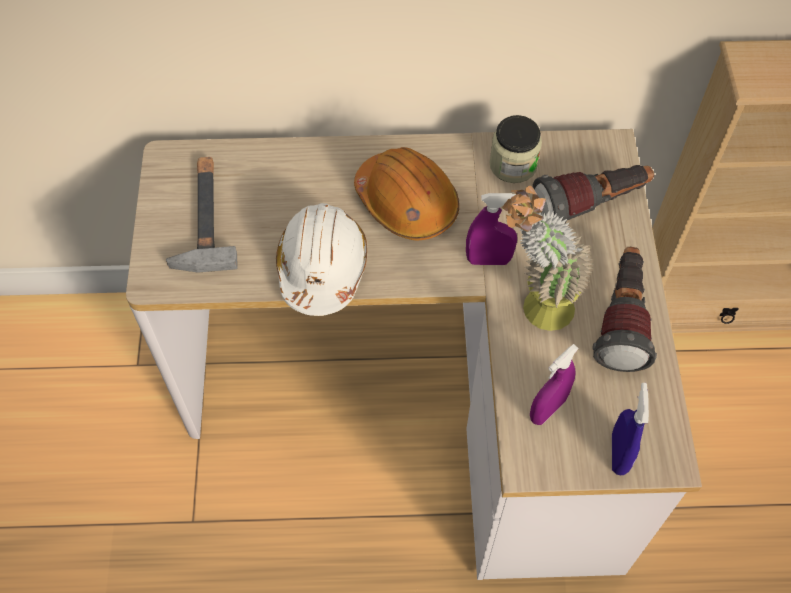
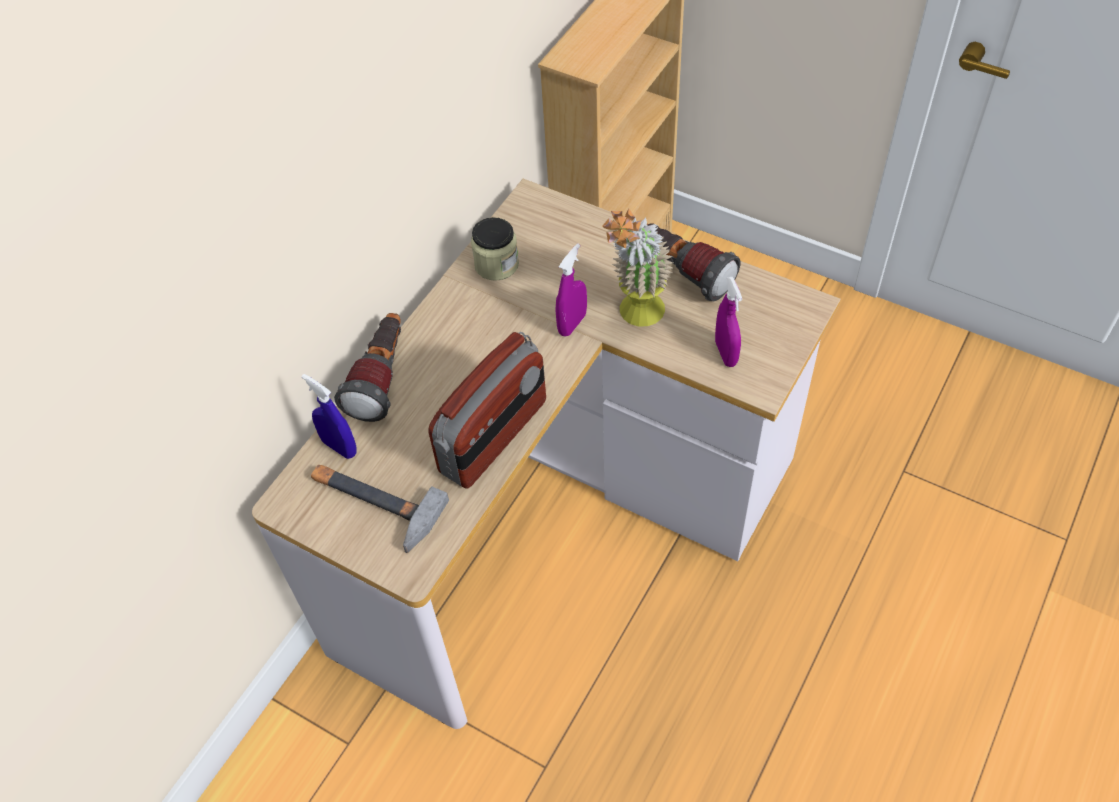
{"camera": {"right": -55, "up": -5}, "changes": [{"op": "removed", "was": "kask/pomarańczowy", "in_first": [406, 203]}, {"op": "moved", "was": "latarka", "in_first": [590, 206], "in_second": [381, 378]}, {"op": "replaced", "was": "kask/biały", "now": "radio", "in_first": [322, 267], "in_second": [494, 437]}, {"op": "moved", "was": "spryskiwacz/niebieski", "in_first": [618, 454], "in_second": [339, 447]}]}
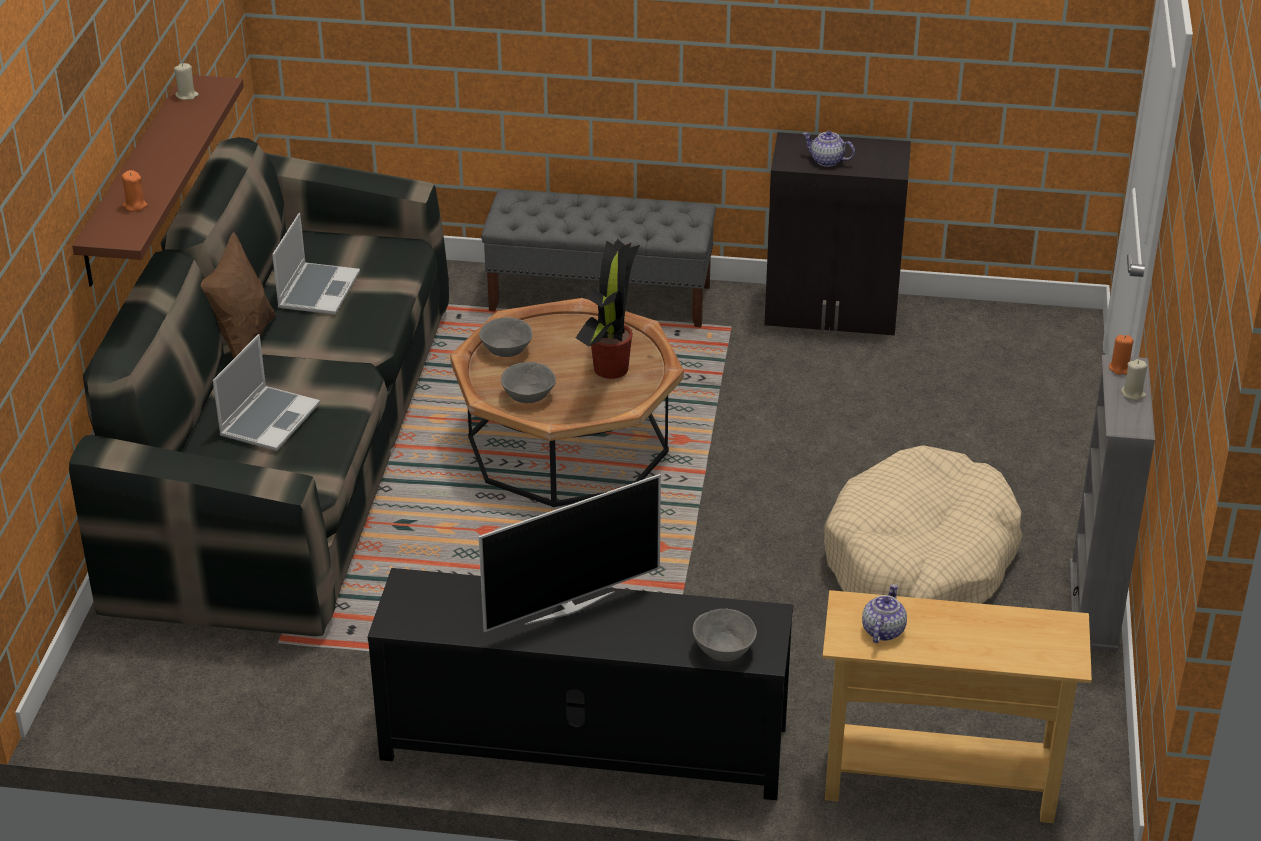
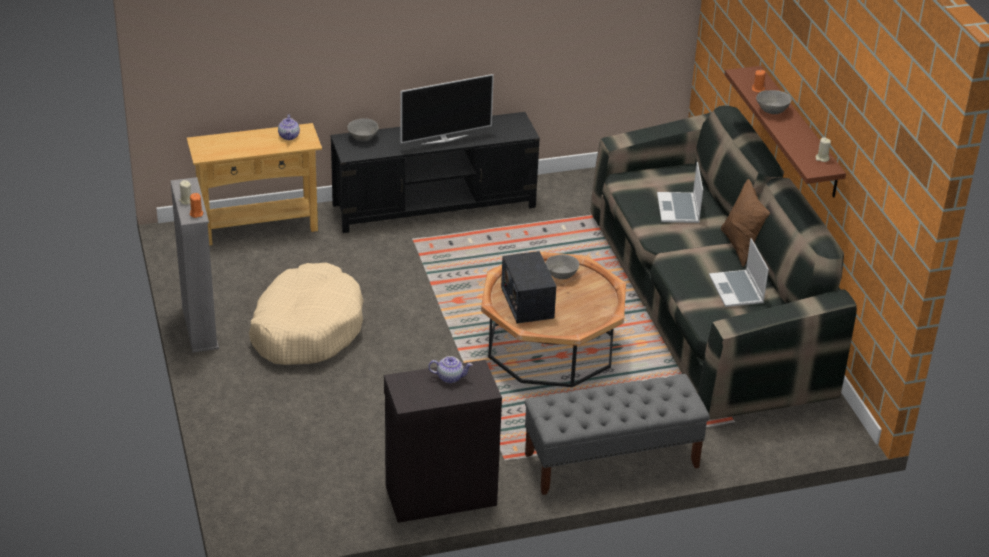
{"camera": {"right": 155, "up": 0}, "changes": [{"op": "replaced", "was": "roślina doniczkowa", "now": "radio", "in_first": [610, 370], "in_second": [527, 302]}, {"op": "moved", "was": "miska/szary", "in_first": [505, 351], "in_second": [772, 110]}, {"op": "turned", "was": "telewizor", "in_first": [569, 607], "in_second": [444, 139], "clockwise": -150}]}
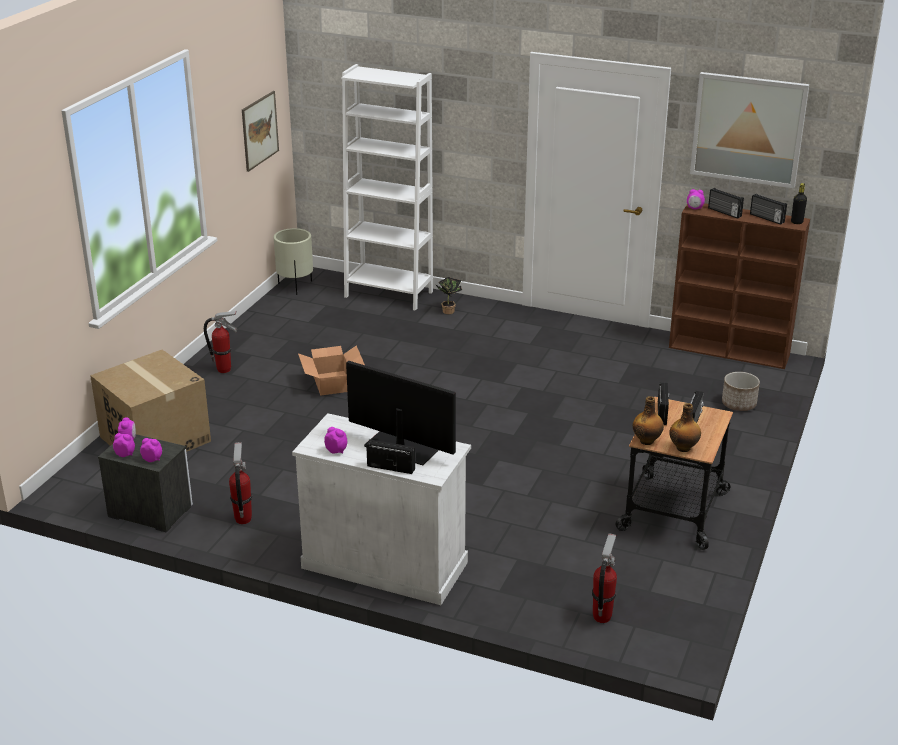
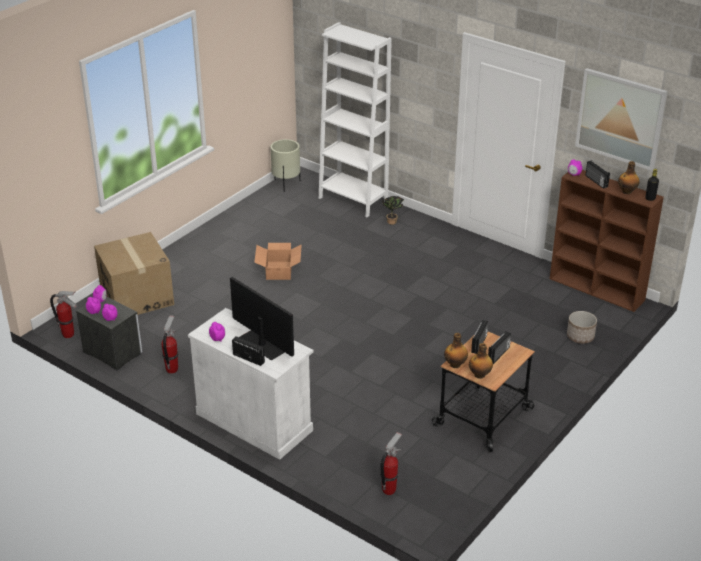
{"camera": {"right": 15, "up": 5}, "changes": [{"op": "removed", "was": "obraz", "in_first": [260, 130]}, {"op": "replaced", "was": "radio", "now": "butelka", "in_first": [766, 218], "in_second": [627, 191]}, {"op": "moved", "was": "gaśnica", "in_first": [224, 370], "in_second": [69, 335]}]}
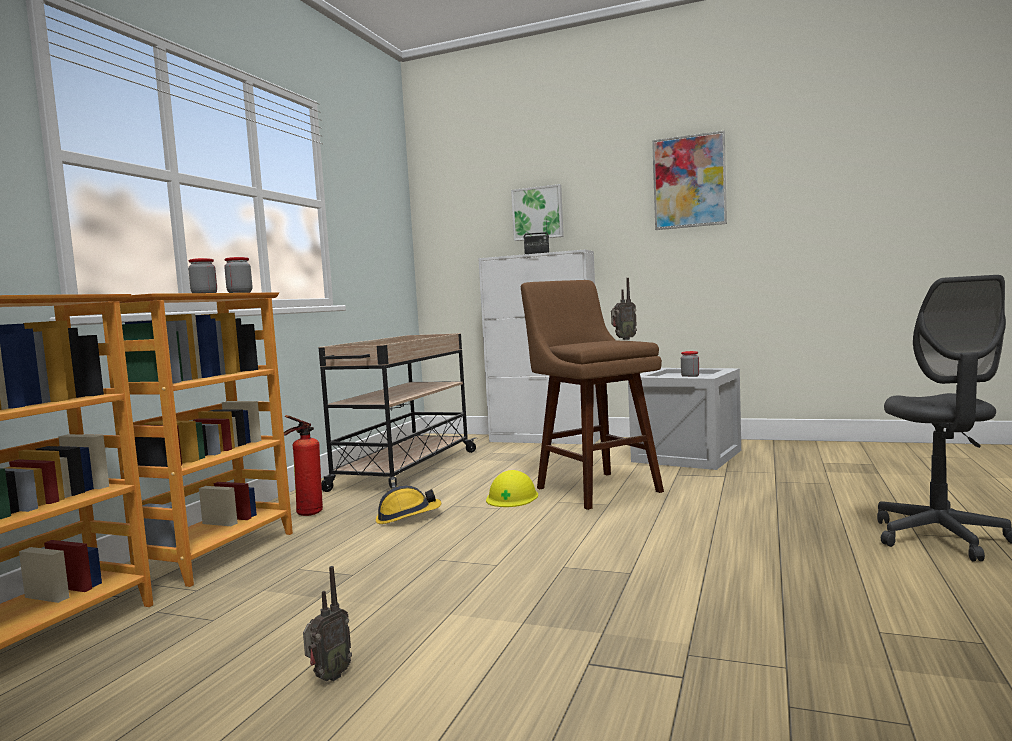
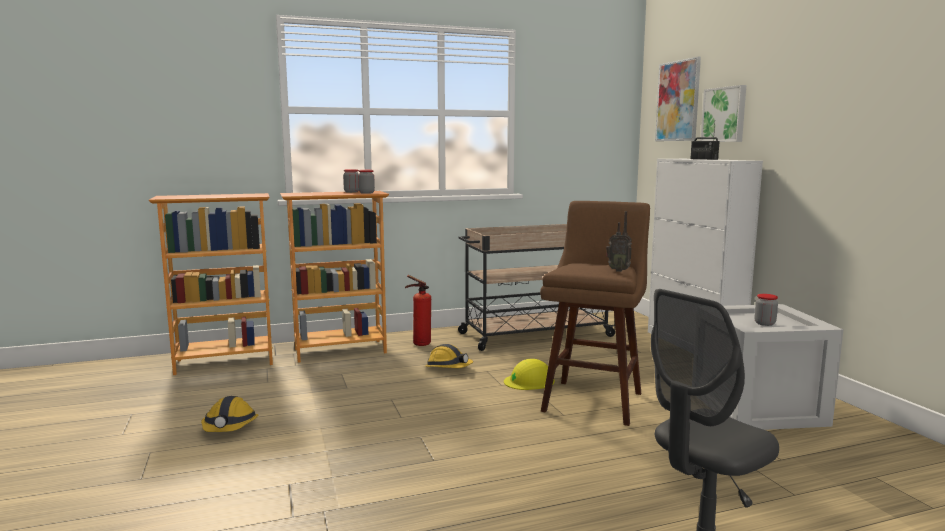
{"camera": {"right": 50, "up": 5}, "changes": [{"op": "moved", "was": "obraz", "in_first": [689, 182], "in_second": [678, 101]}, {"op": "replaced", "was": "radio", "now": "kask", "in_first": [328, 677], "in_second": [230, 427]}]}
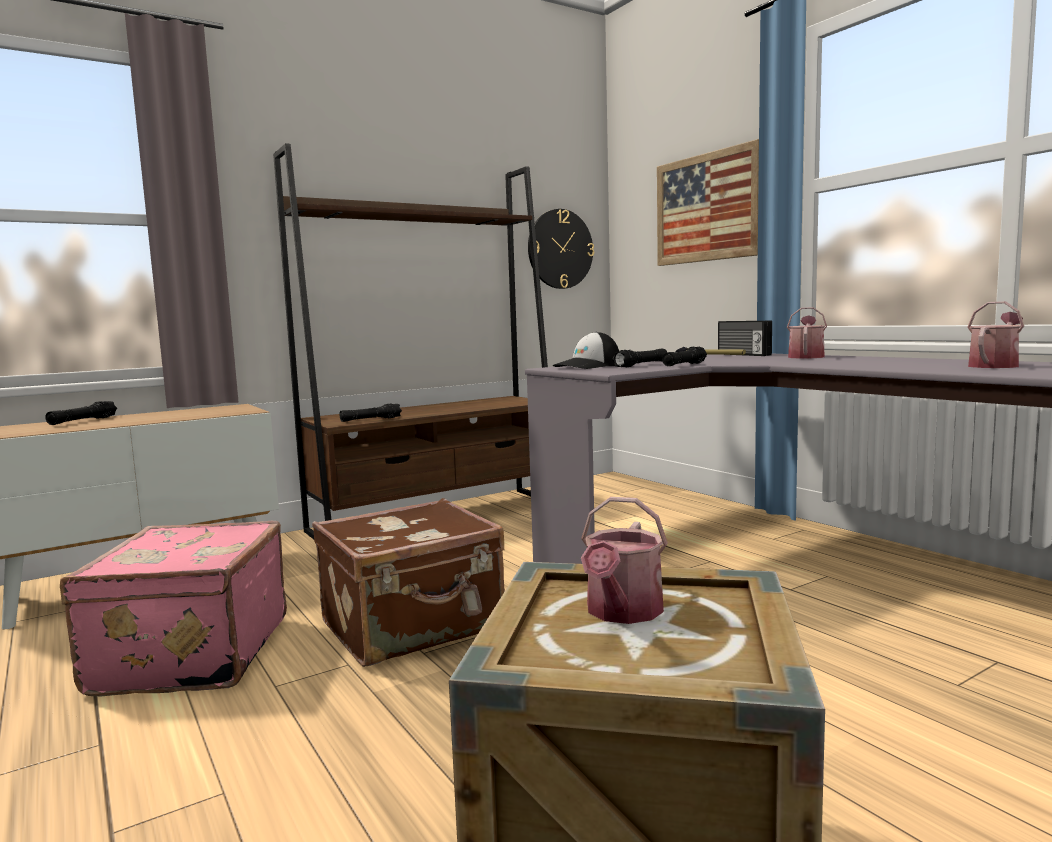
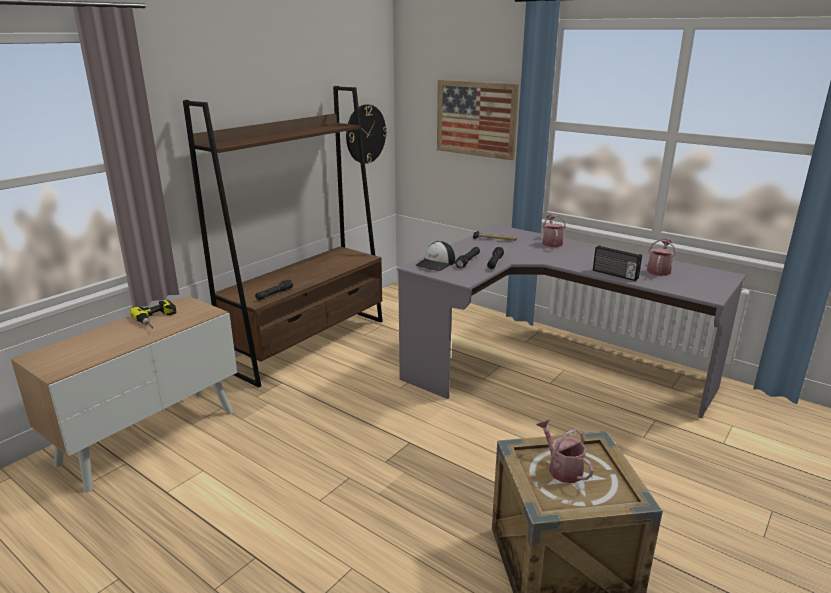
{"camera": {"right": -20, "up": 15}, "changes": [{"op": "moved", "was": "radio", "in_first": [743, 355], "in_second": [614, 274]}, {"op": "removed", "was": "latarka/czarny", "in_first": [82, 421]}, {"op": "turned", "was": "konewka", "in_first": [622, 612], "in_second": [562, 468], "clockwise": 150}, {"op": "removed", "was": "walizka/brązowy", "in_first": [414, 627]}, {"op": "removed", "was": "walizka/różowy", "in_first": [188, 655]}, {"op": "added", "now": "wiertarka", "in_second": [158, 319]}]}
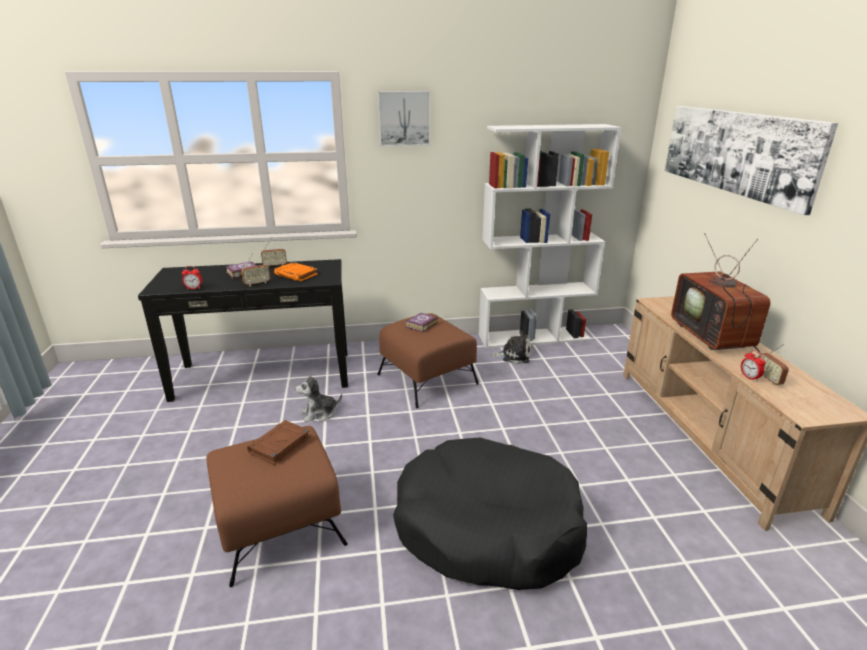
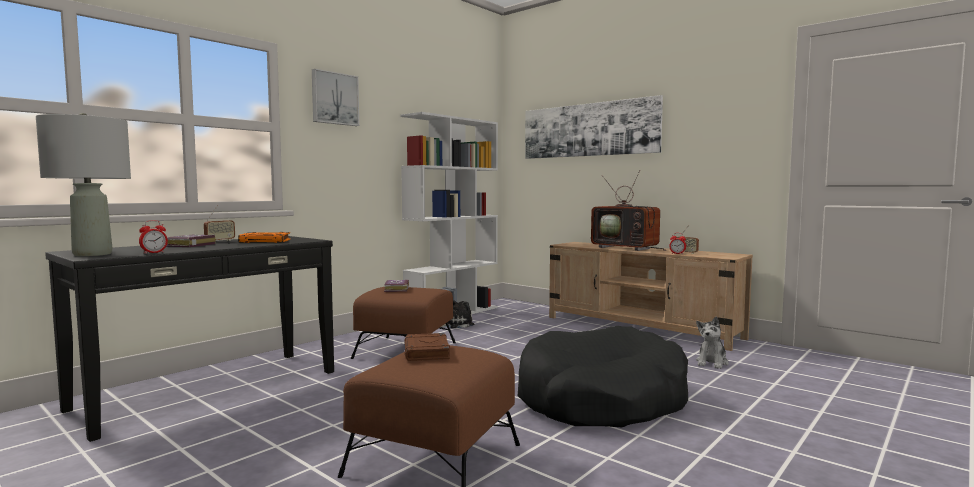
{"camera": {"right": -40, "up": -20}, "changes": [{"op": "removed", "was": "radio", "in_first": [257, 284]}, {"op": "moved", "was": "pluszak", "in_first": [319, 414], "in_second": [712, 362]}, {"op": "added", "now": "lampa stołowa/szary", "in_second": [92, 254]}]}
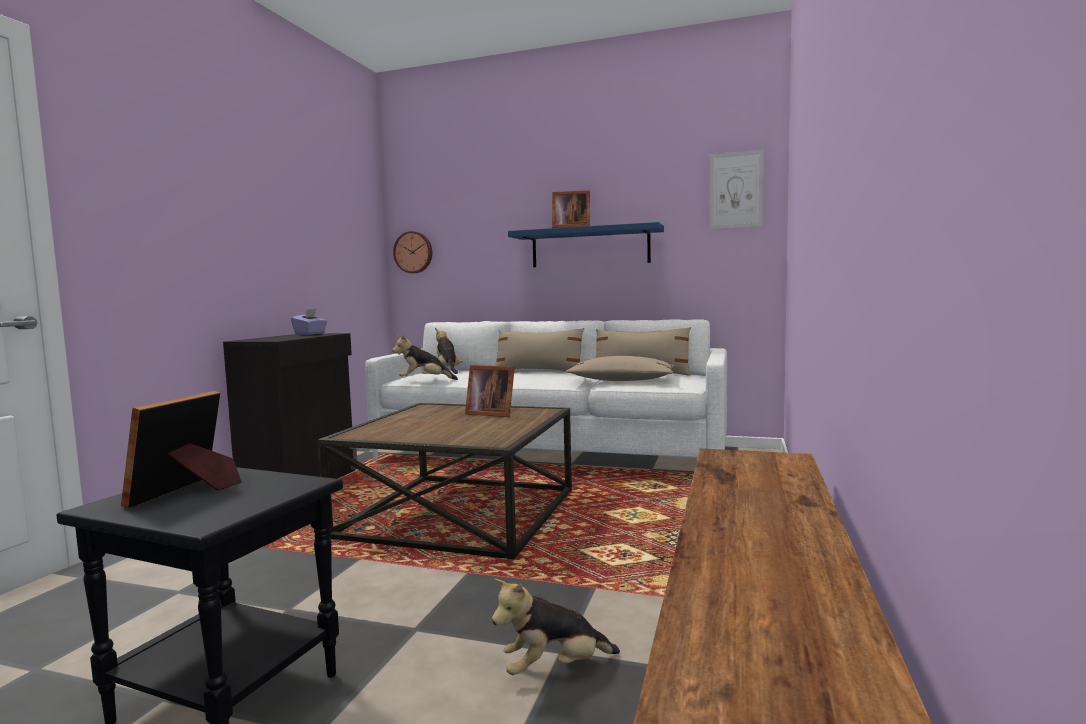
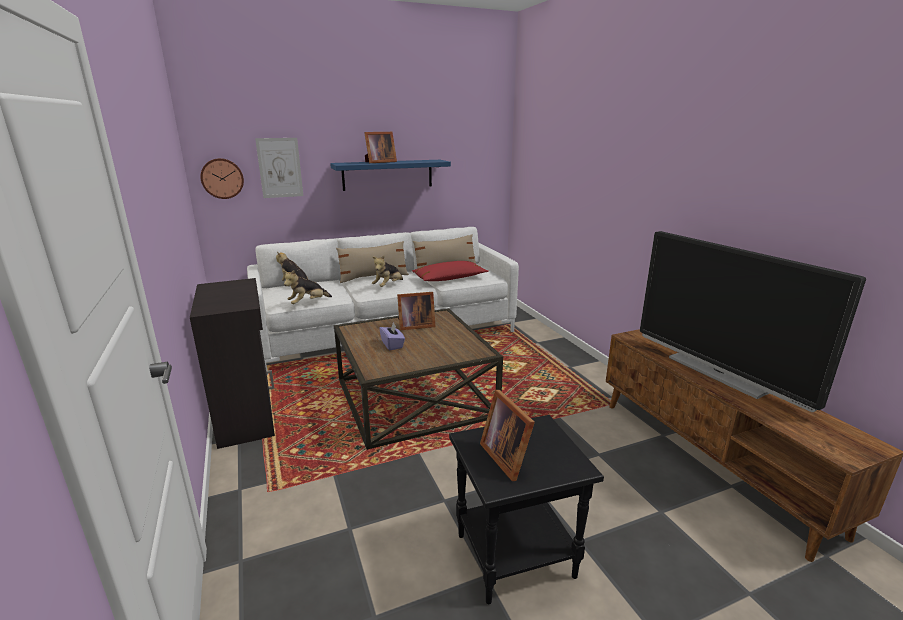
{"camera": {"right": -40, "up": 15}, "changes": [{"op": "moved", "was": "obraz", "in_first": [735, 190], "in_second": [280, 168]}, {"op": "moved", "was": "pudełko chusteczek/fioletowy", "in_first": [310, 334], "in_second": [392, 345]}, {"op": "recoloured", "was": "poduszka/beżowy", "now": "poduszka/czerwony", "in_first": [621, 380], "in_second": [449, 279]}, {"op": "moved", "was": "pluszak", "in_first": [554, 669], "in_second": [388, 286]}, {"op": "added", "now": "telewizor", "in_second": [718, 373]}]}
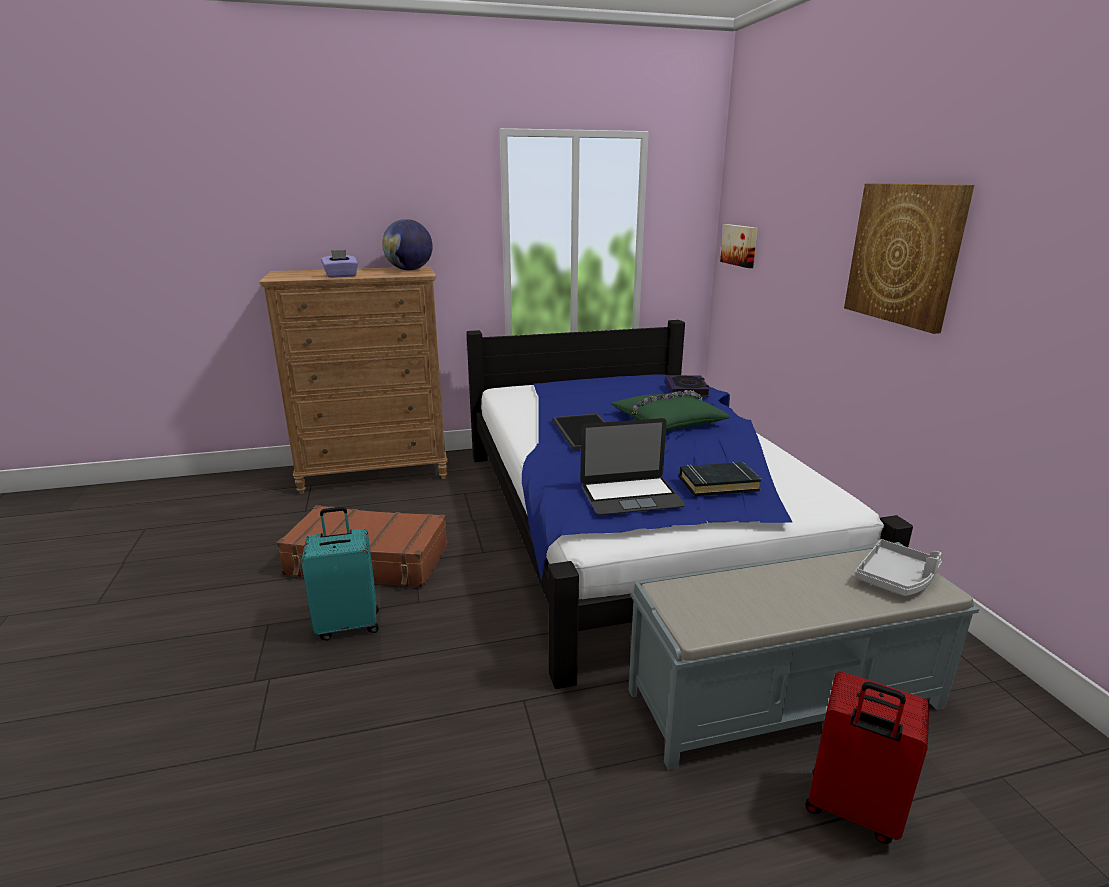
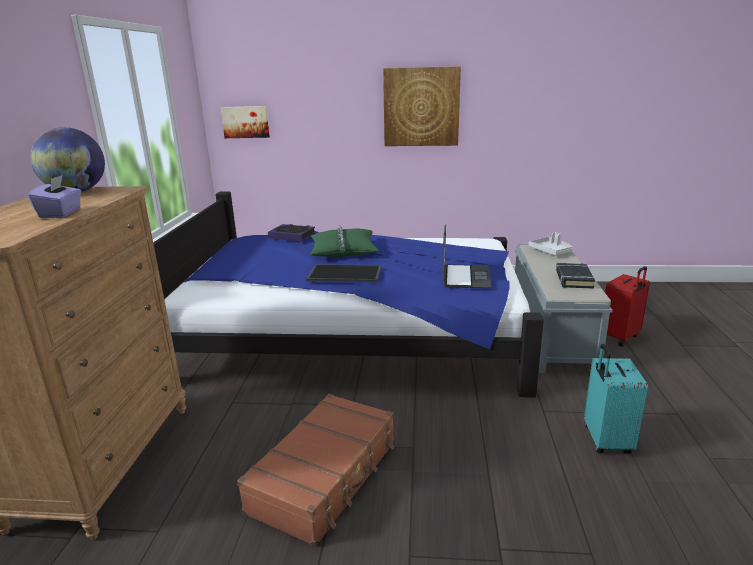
{"camera": {"right": -70, "up": 0}, "changes": [{"op": "moved", "was": "książka/czarny", "in_first": [718, 484], "in_second": [573, 279]}, {"op": "moved", "was": "walizka/turkusowy", "in_first": [348, 624], "in_second": [605, 440]}]}
